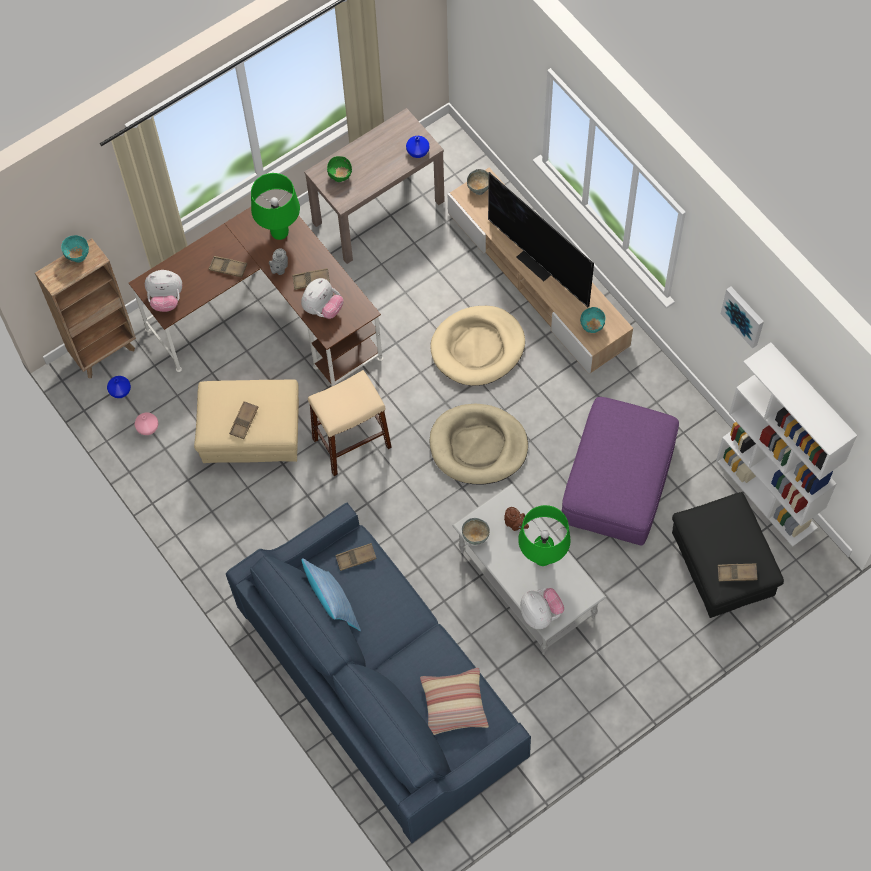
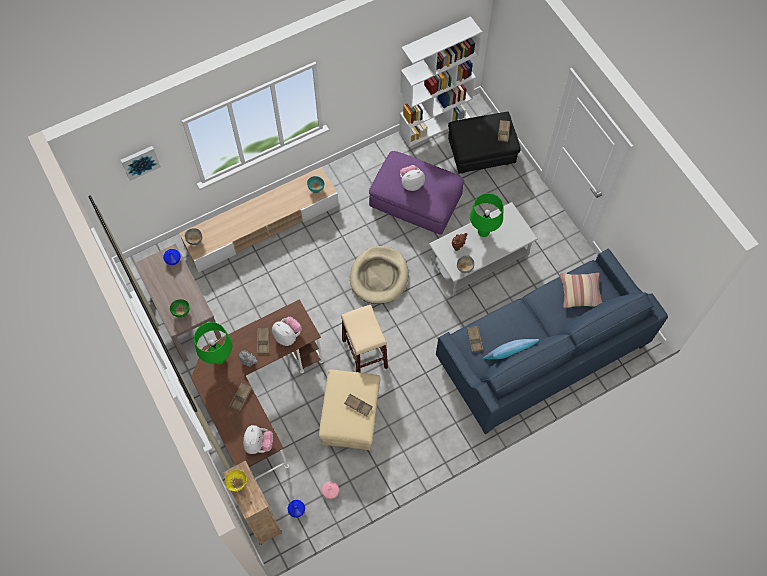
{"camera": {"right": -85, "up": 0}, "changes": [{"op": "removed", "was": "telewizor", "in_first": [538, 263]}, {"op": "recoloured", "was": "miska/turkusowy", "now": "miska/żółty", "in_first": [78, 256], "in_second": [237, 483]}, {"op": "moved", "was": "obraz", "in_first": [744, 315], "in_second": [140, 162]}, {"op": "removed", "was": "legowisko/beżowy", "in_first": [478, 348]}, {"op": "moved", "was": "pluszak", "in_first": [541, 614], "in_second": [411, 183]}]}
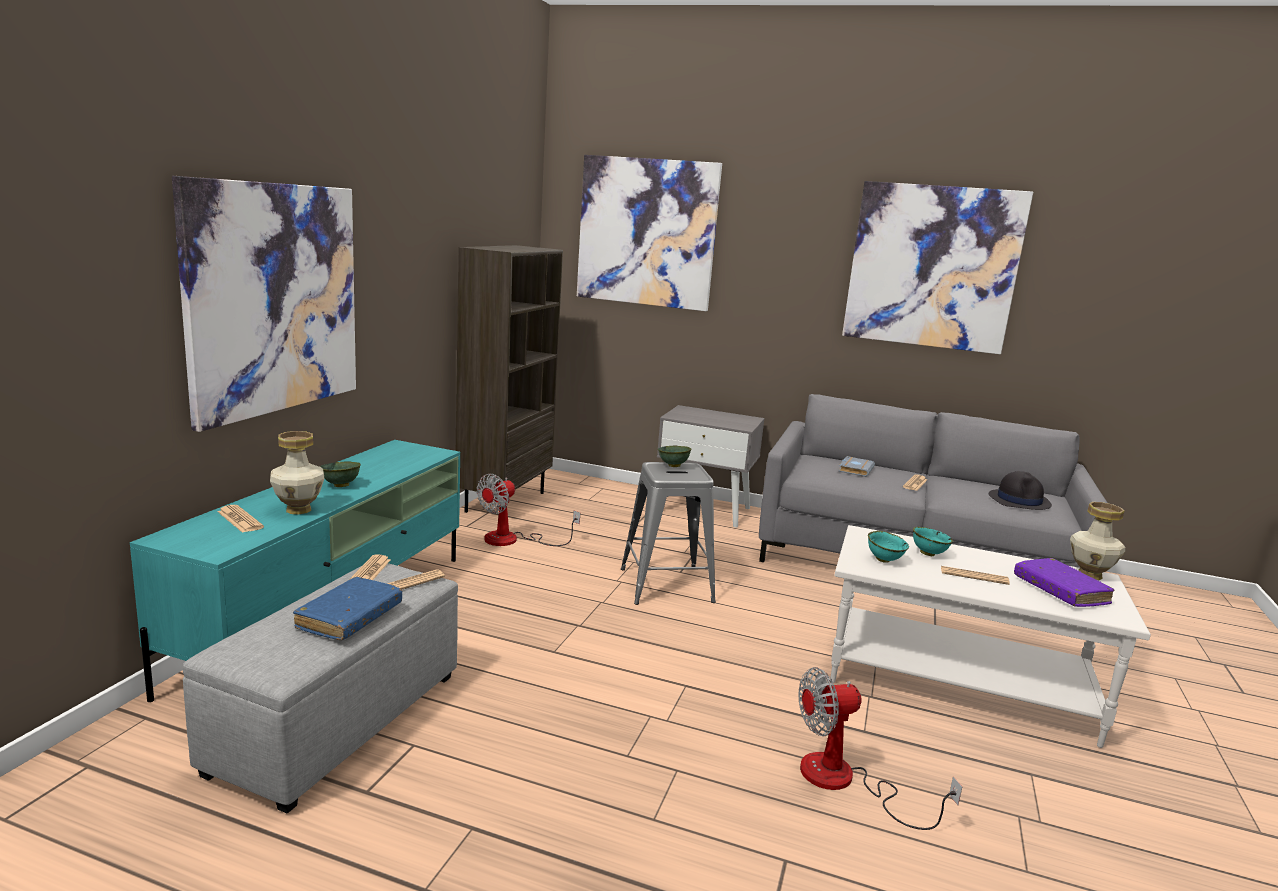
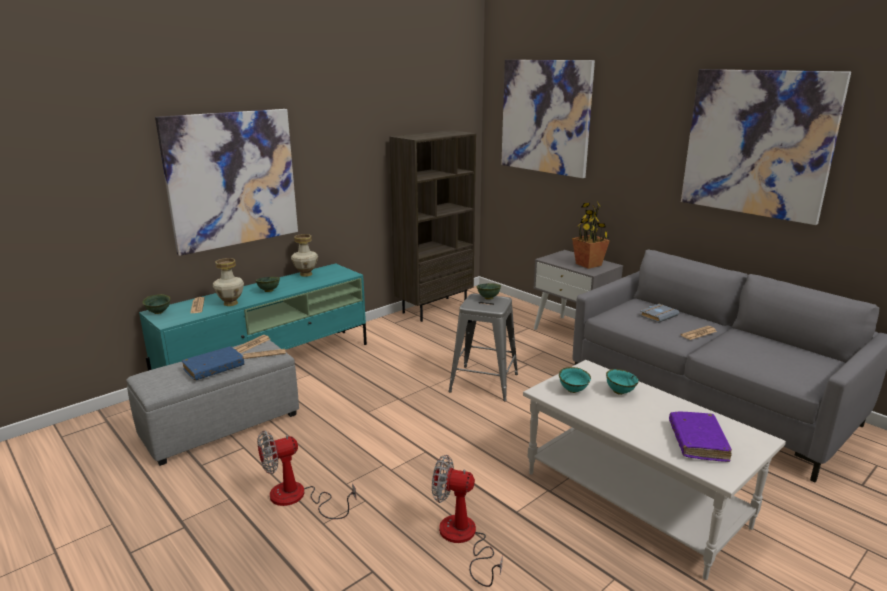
{"camera": {"right": 30, "up": 5}, "changes": [{"op": "removed", "was": "kapelusz/czarny", "in_first": [1019, 500]}, {"op": "moved", "was": "wentylator", "in_first": [513, 540], "in_second": [298, 498]}, {"op": "moved", "was": "wazon", "in_first": [1089, 575], "in_second": [305, 274]}, {"op": "removed", "was": "gazeta", "in_first": [974, 576]}, {"op": "added", "now": "roślina doniczkowa", "in_second": [588, 264]}, {"op": "added", "now": "miska/zielony", "in_second": [159, 312]}]}
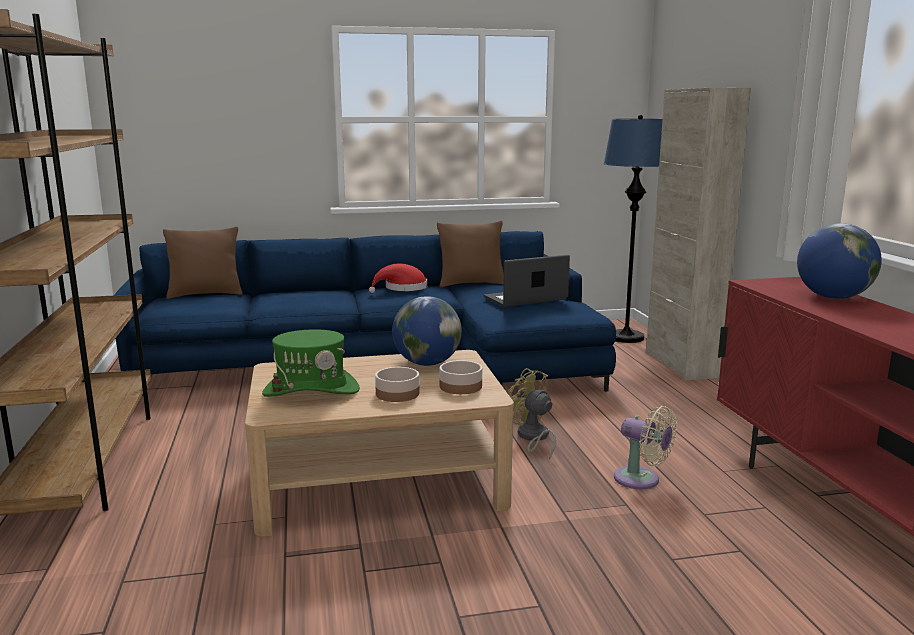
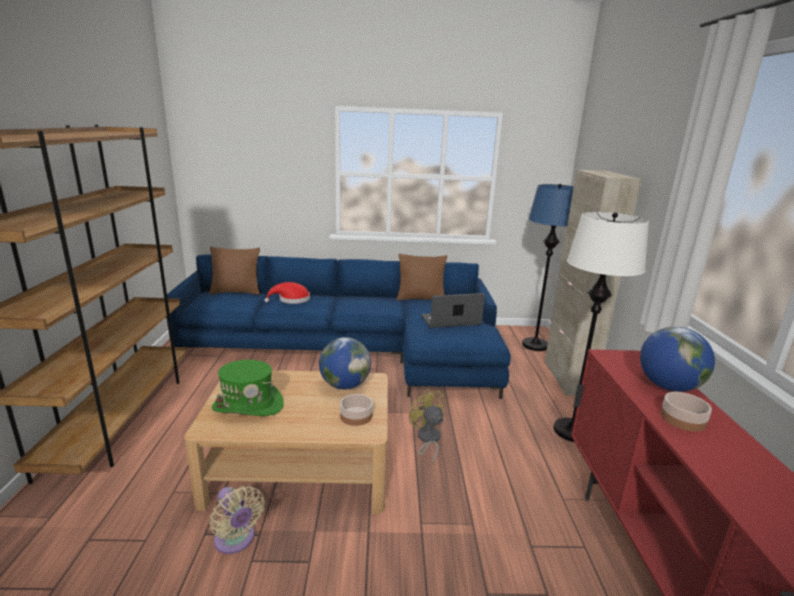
{"camera": {"right": 10, "up": 5}, "changes": [{"op": "moved", "was": "kapelusz/czerwony", "in_first": [402, 288], "in_second": [291, 300]}, {"op": "moved", "was": "miska", "in_first": [397, 393], "in_second": [682, 419]}, {"op": "moved", "was": "wentylator/beżowy", "in_first": [641, 480], "in_second": [236, 540]}, {"op": "added", "now": "lampa stojąca/biały", "in_second": [571, 431]}]}
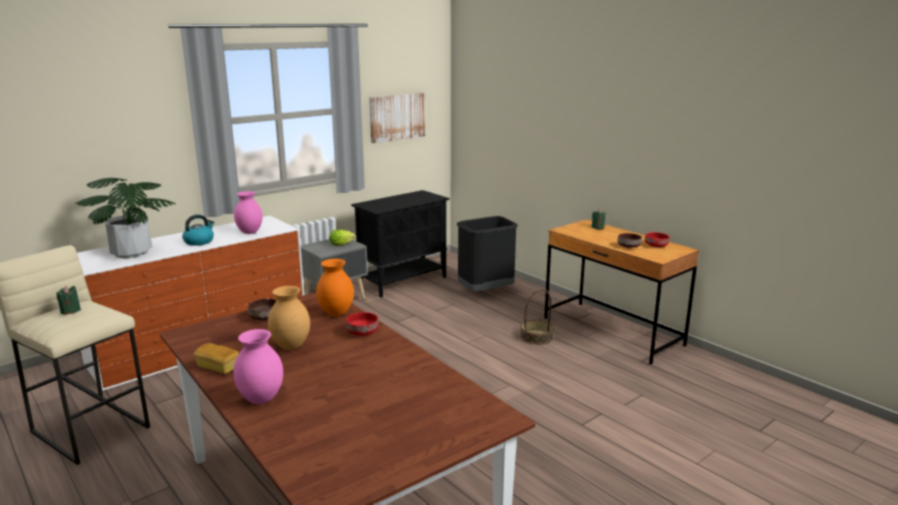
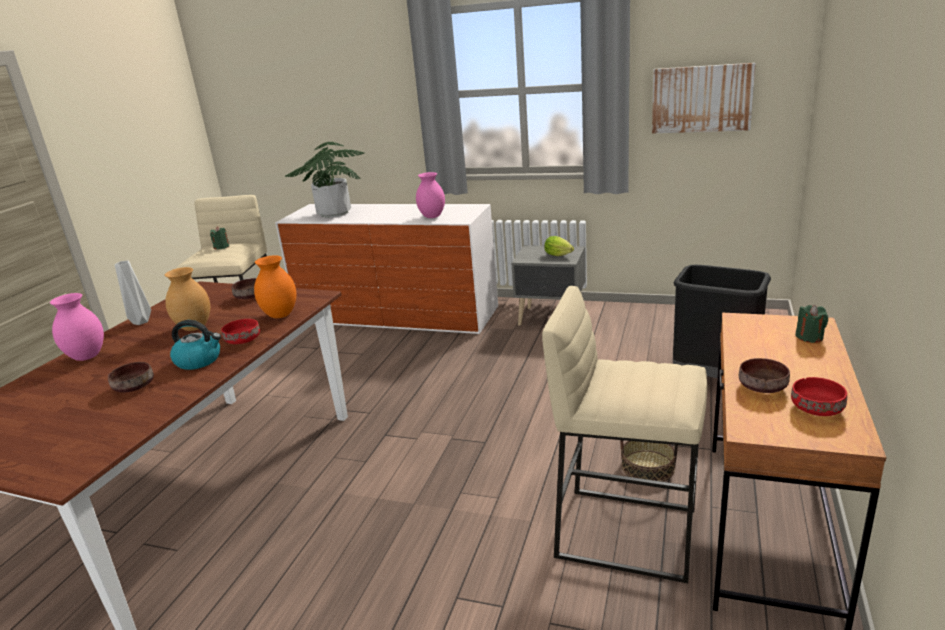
{"camera": {"right": 60, "up": 5}, "changes": [{"op": "removed", "was": "szafka/czarny", "in_first": [403, 281]}, {"op": "moved", "was": "czajnik", "in_first": [199, 241], "in_second": [199, 360]}, {"op": "replaced", "was": "chleb", "now": "wazon/szary", "in_first": [218, 367], "in_second": [141, 321]}, {"op": "added", "now": "stołek/beżowy", "in_second": [626, 531]}, {"op": "added", "now": "miska/brązowy", "in_second": [135, 387]}]}
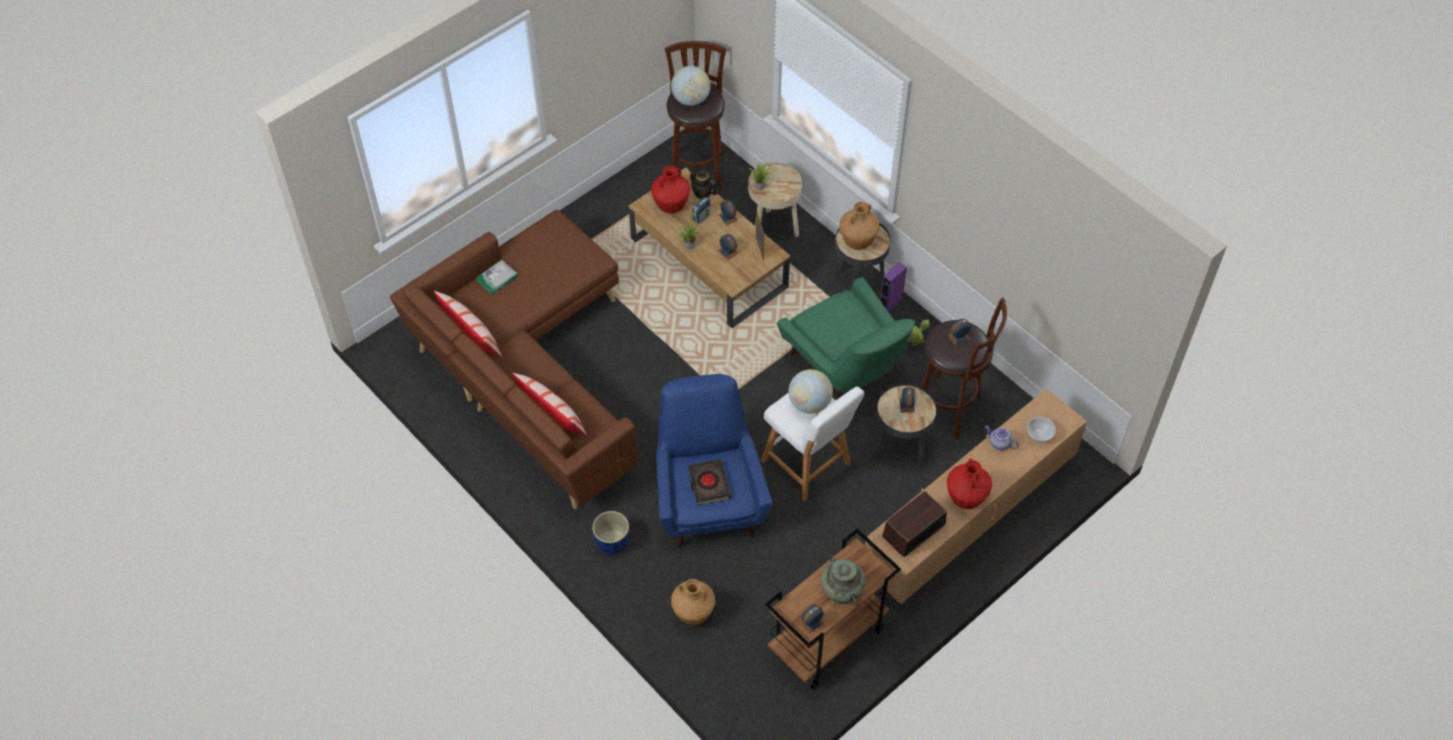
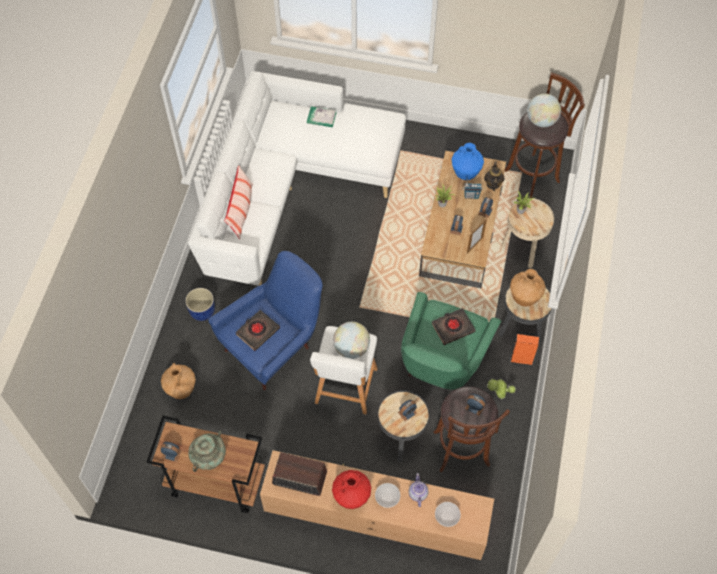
{"camera": {"right": 55, "up": 5}, "changes": [{"op": "recoloured", "was": "wazon/czerwony", "now": "wazon/niebieski", "in_first": [671, 206], "in_second": [466, 174]}, {"op": "recoloured", "was": "kanapa/brązowy", "now": "kanapa/biały", "in_first": [529, 375], "in_second": [291, 189]}, {"op": "recoloured", "was": "głośnik/fioletowy", "now": "głośnik/pomarańczowy", "in_first": [890, 304], "in_second": [521, 359]}, {"op": "removed", "was": "poduszka", "in_first": [470, 334]}, {"op": "added", "now": "książka/czarny", "in_second": [453, 327]}, {"op": "added", "now": "miska", "in_second": [387, 499]}]}
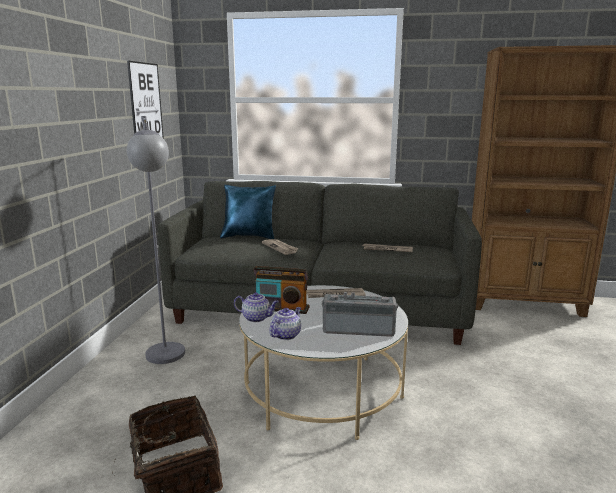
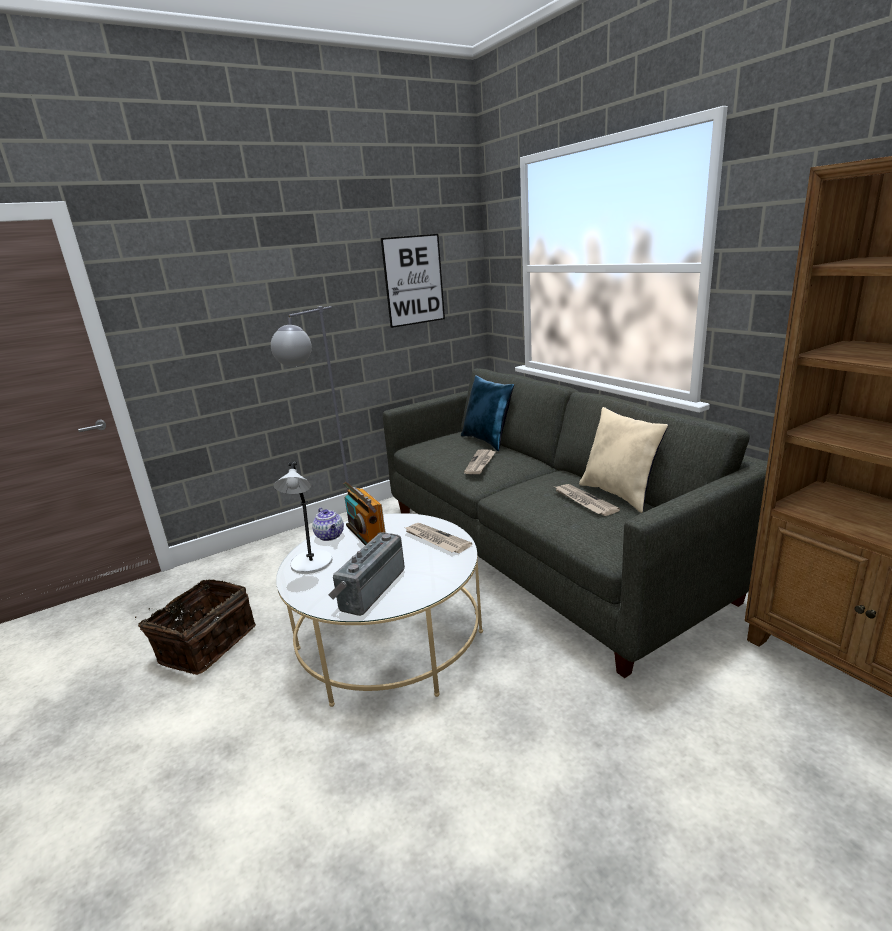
{"camera": {"right": 50, "up": 5}, "changes": [{"op": "turned", "was": "radio", "in_first": [358, 329], "in_second": [369, 589], "clockwise": -120}, {"op": "replaced", "was": "imbryk", "now": "lampa stołowa/szary", "in_first": [286, 335], "in_second": [311, 564]}, {"op": "added", "now": "poduszka/beżowy", "in_second": [620, 494]}]}
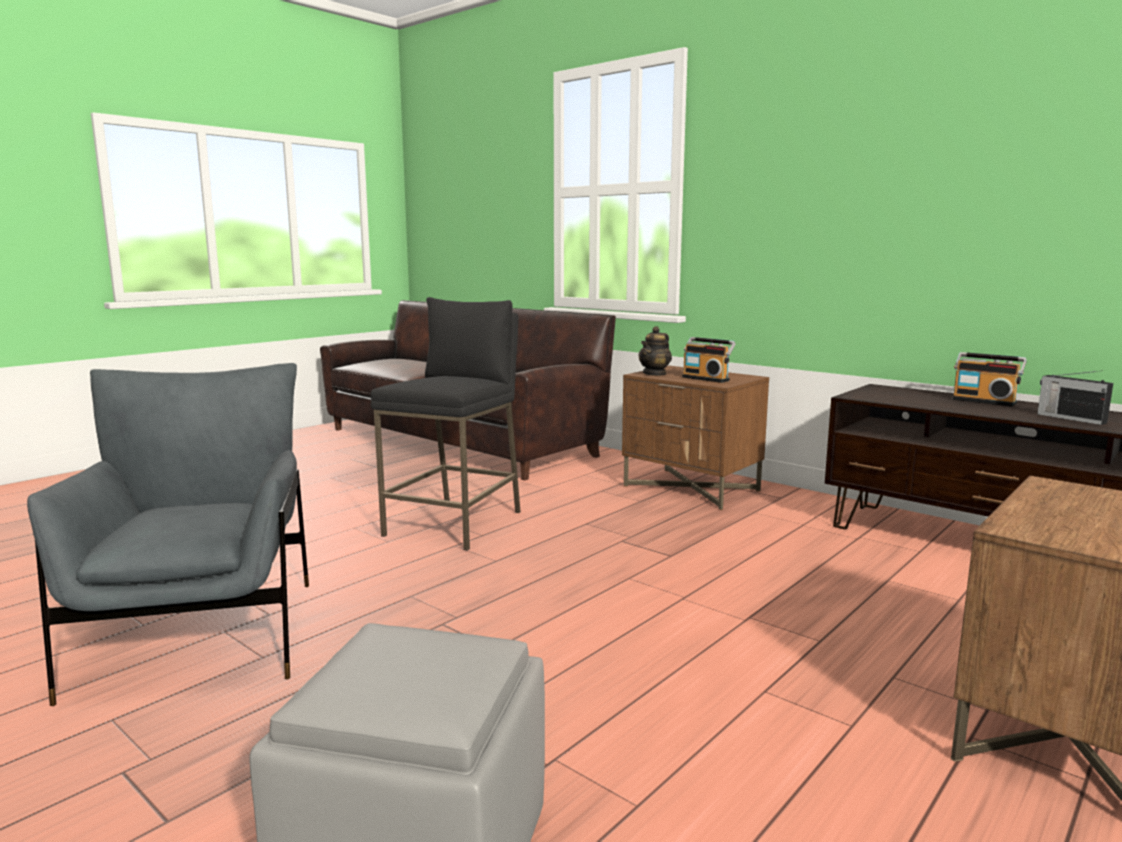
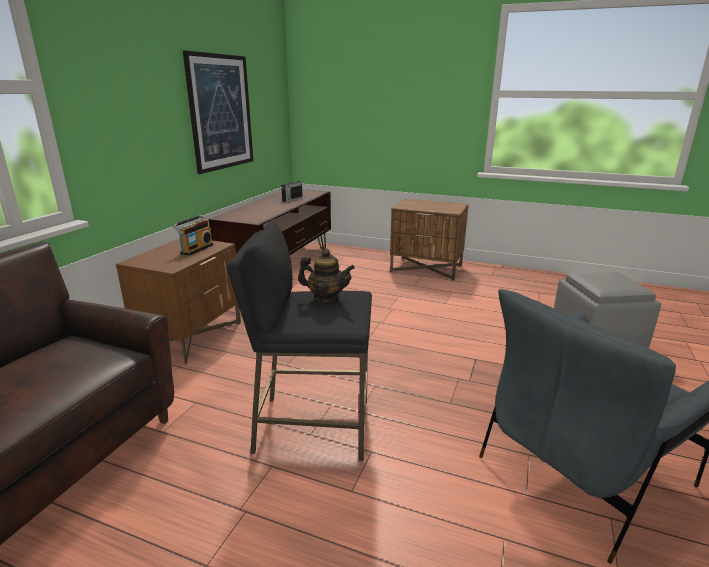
{"camera": {"right": -110, "up": 10}, "changes": [{"op": "moved", "was": "imbryk", "in_first": [655, 373], "in_second": [326, 299]}, {"op": "removed", "was": "radio", "in_first": [984, 401]}, {"op": "added", "now": "obraz", "in_second": [221, 112]}]}
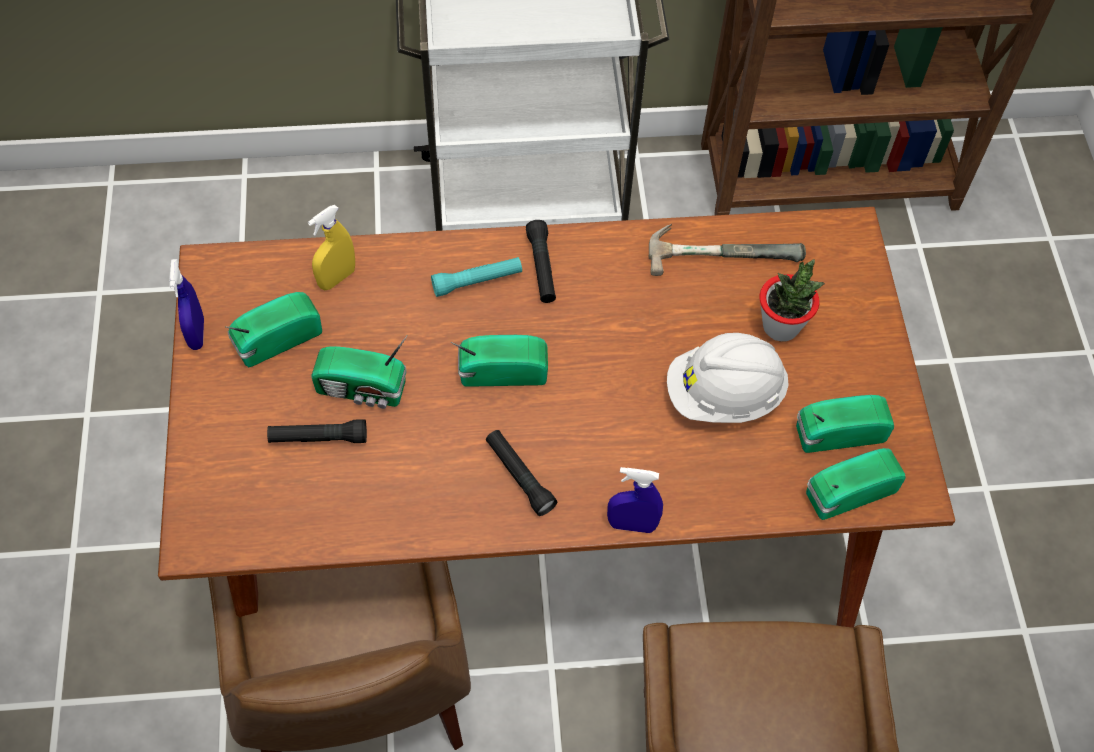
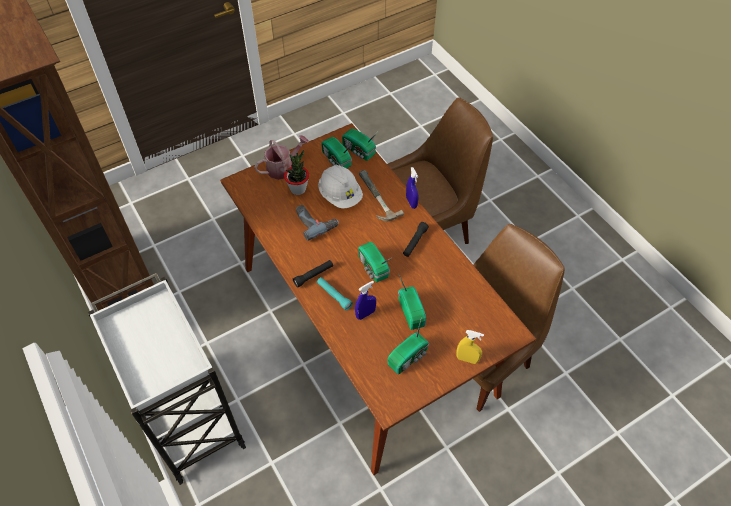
{"camera": {"right": -115, "up": -5}, "changes": [{"op": "moved", "was": "spryskiwacz/żółty", "in_first": [337, 278], "in_second": [467, 359]}, {"op": "moved", "was": "młotek", "in_first": [723, 248], "in_second": [374, 198]}, {"op": "moved", "was": "spryskiwacz/niebieski", "in_first": [197, 333], "in_second": [365, 314]}, {"op": "turned", "was": "radio", "in_first": [275, 339], "in_second": [409, 357], "clockwise": -75}, {"op": "removed", "was": "latarka/czarny", "in_first": [318, 438]}, {"op": "added", "now": "konewka", "in_second": [283, 168]}, {"op": "added", "now": "wiertarka", "in_second": [315, 222]}]}
